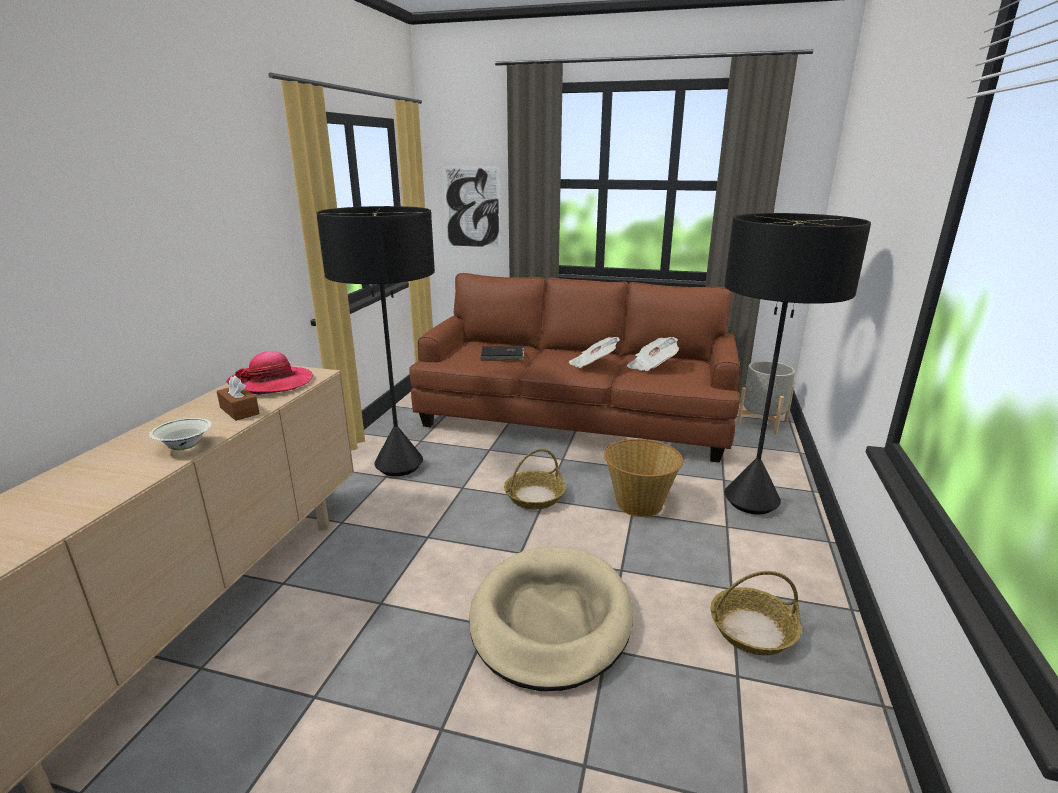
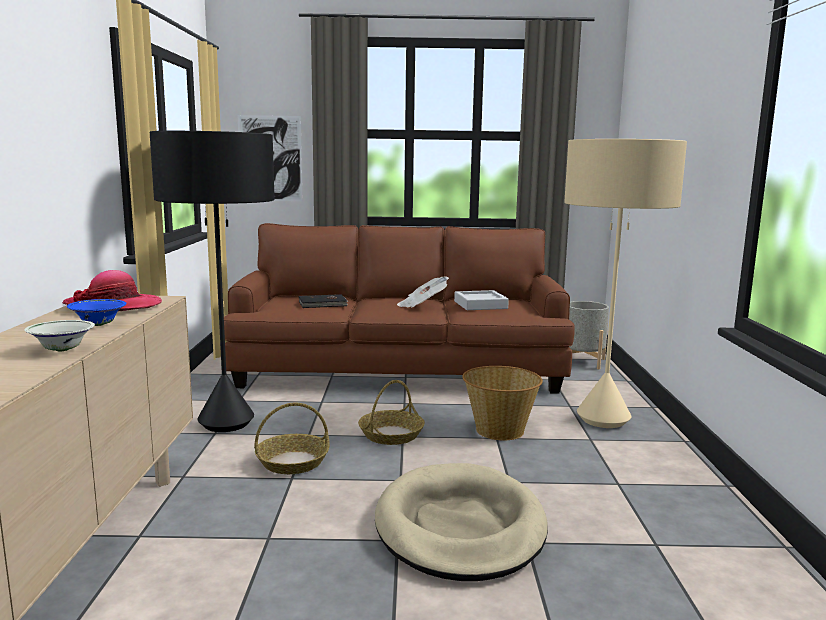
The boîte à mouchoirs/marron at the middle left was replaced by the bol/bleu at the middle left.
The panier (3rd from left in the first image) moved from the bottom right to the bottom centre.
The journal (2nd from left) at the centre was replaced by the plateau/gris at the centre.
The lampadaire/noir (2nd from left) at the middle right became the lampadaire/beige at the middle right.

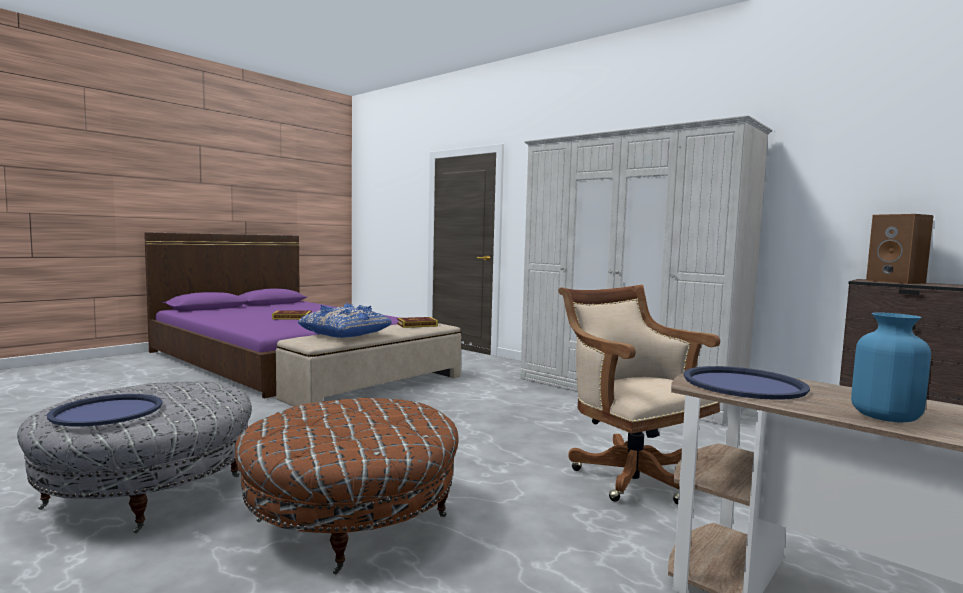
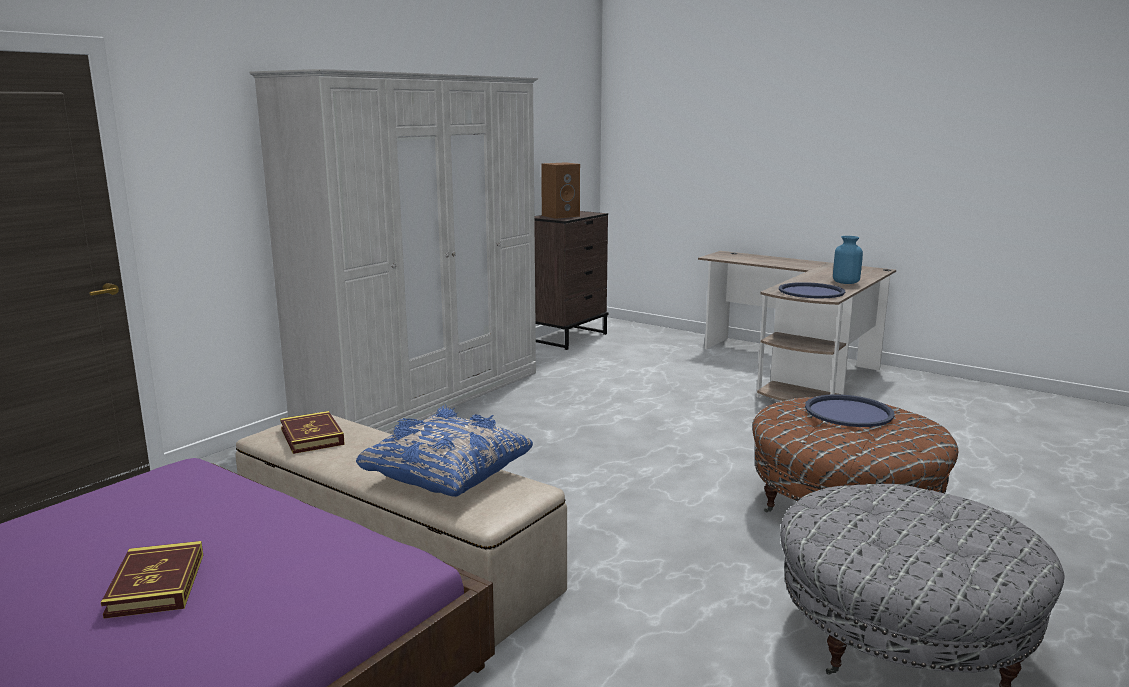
The plateau/bleu (1st from left in the first image) moved from the bottom left to the middle right.
The chaise de bureau at the centre disappeared.

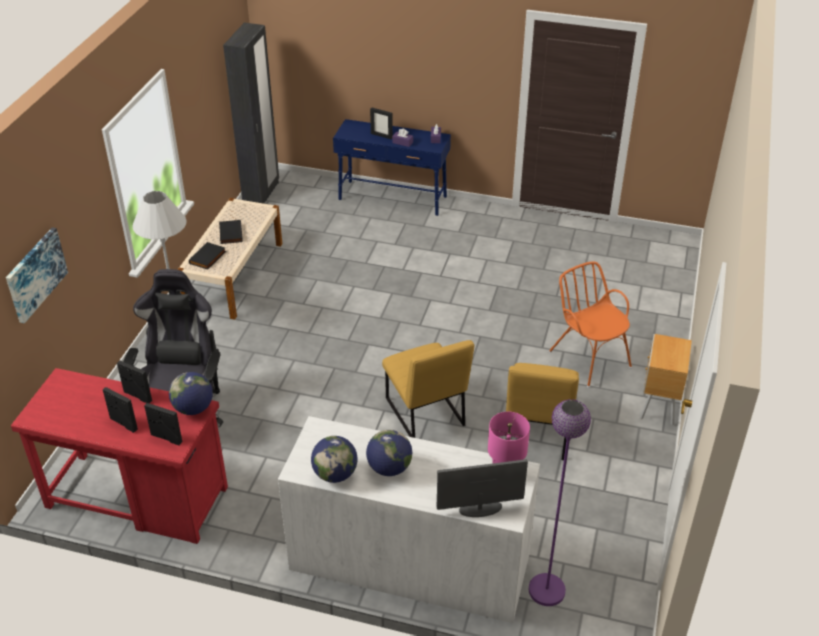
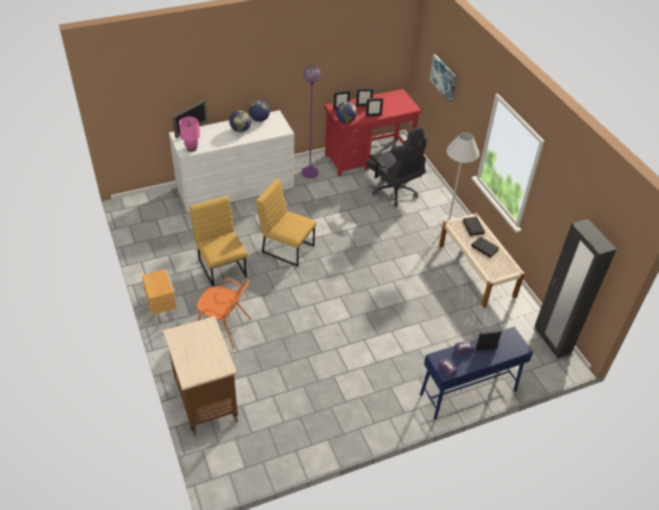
The chariot/marron at the bottom left appeared.
The lampadaire/violet moved from the bottom right to the top centre.

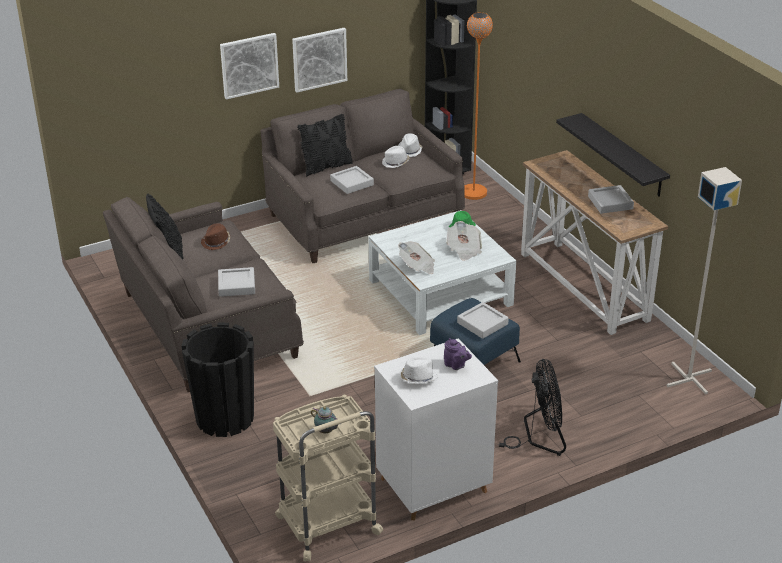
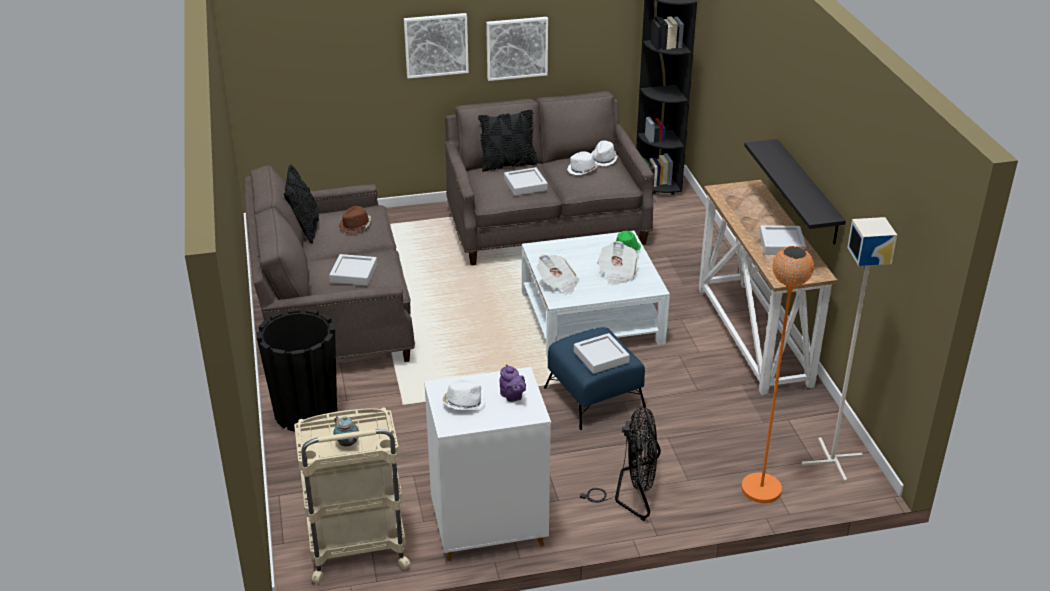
The lampadaire/orange moved from the top centre to the middle right.

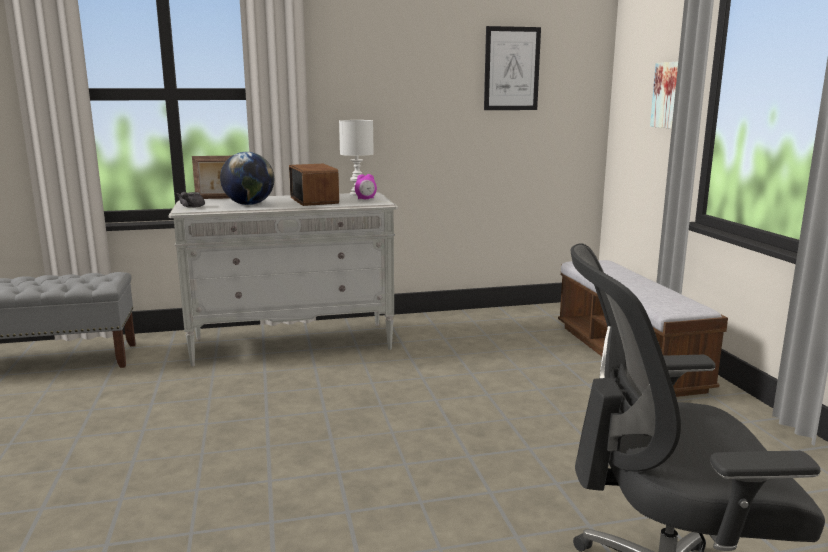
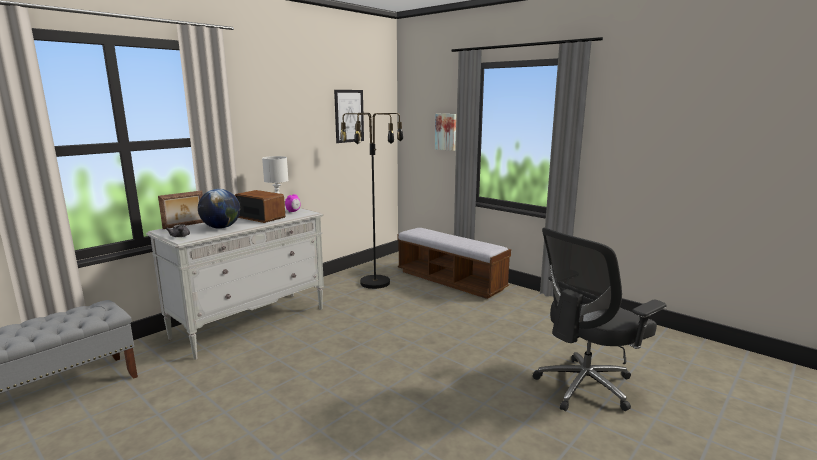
The lampadaire at the centre appeared.

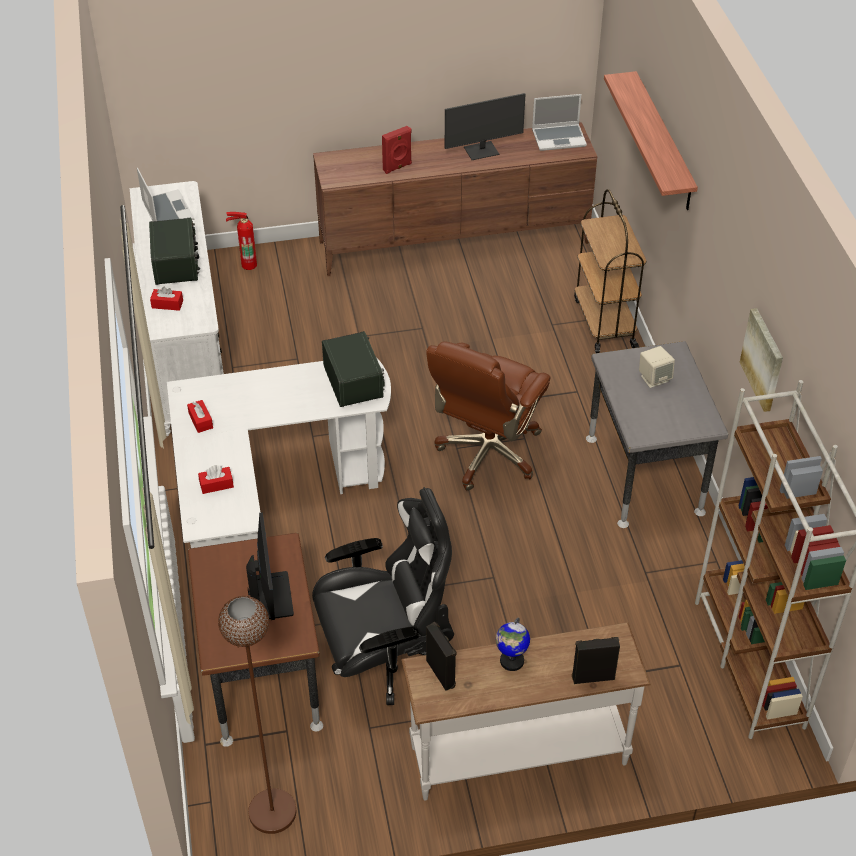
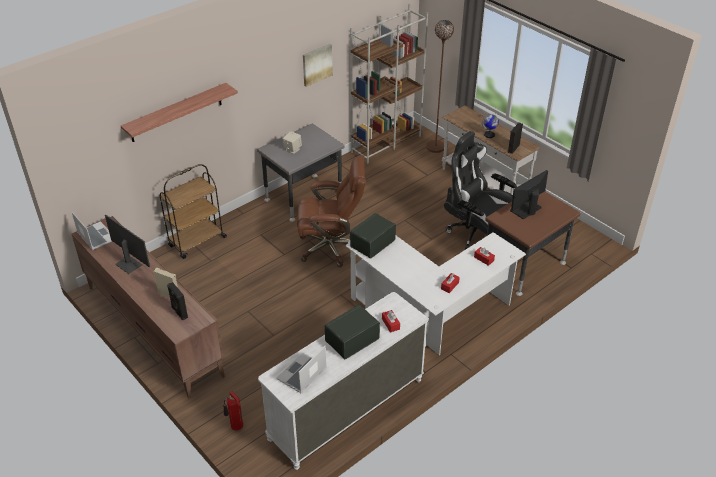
The enceinte/rouge at the top centre became the enceinte/beige (1st from left) at the middle left.
The enceinte/noir (2nd from left in the first image) moved from the bottom right to the middle left.
The lampadaire/marron moved from the bottom left to the top centre.

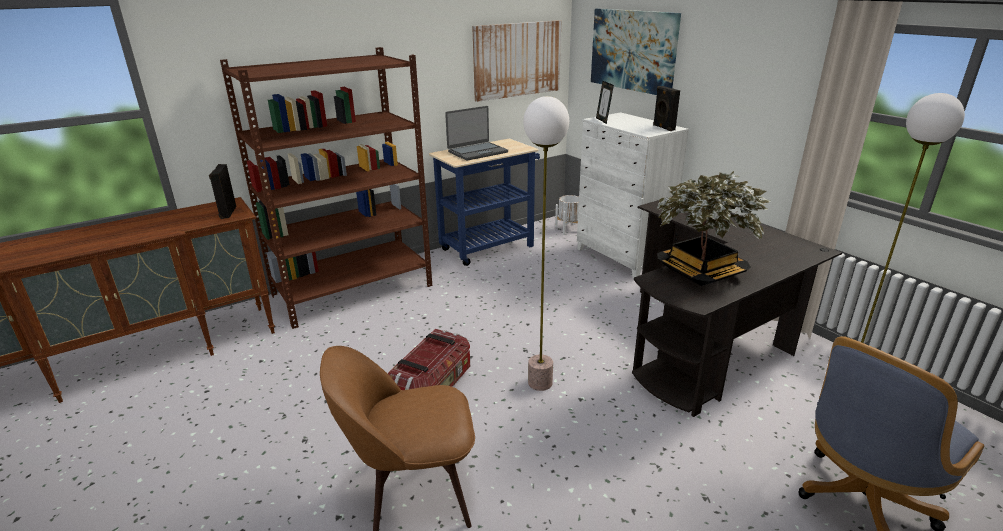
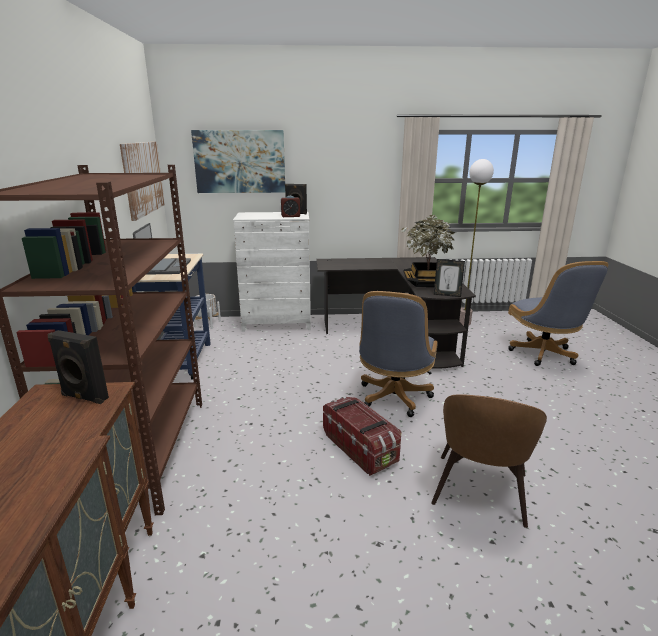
The réveil at the top centre appeared.
The lampadaire (1st from left) at the centre was replaced by the chaise de bureau/bleu (1st from left) at the centre.
The cadre photo moved from the top centre to the middle right.

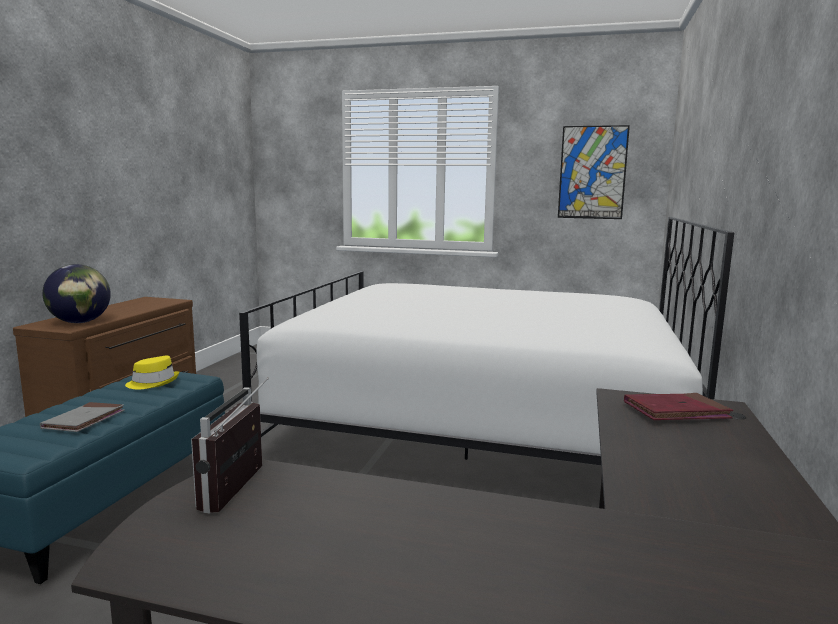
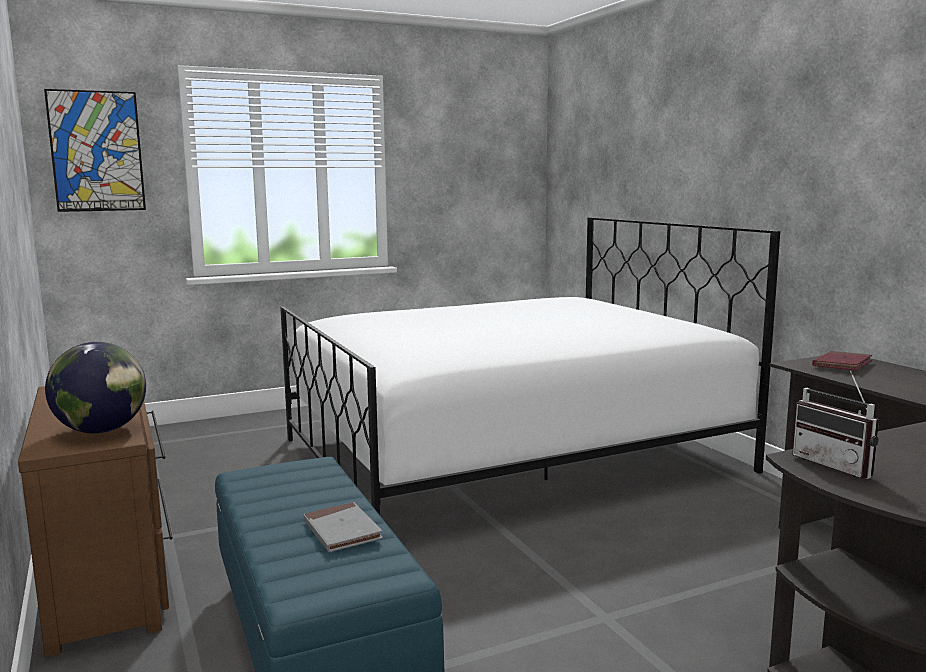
The tableau moved from the top right to the top left.
The chapeau/jaune at the middle left disappeared.

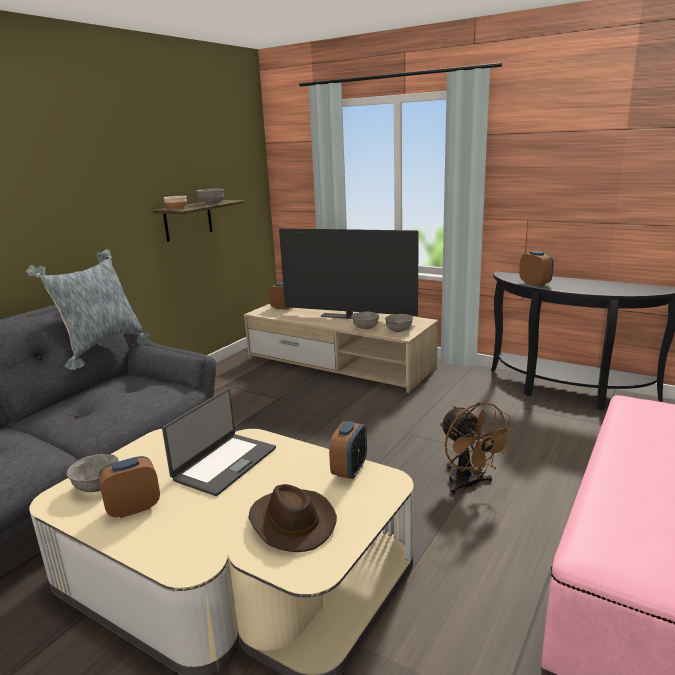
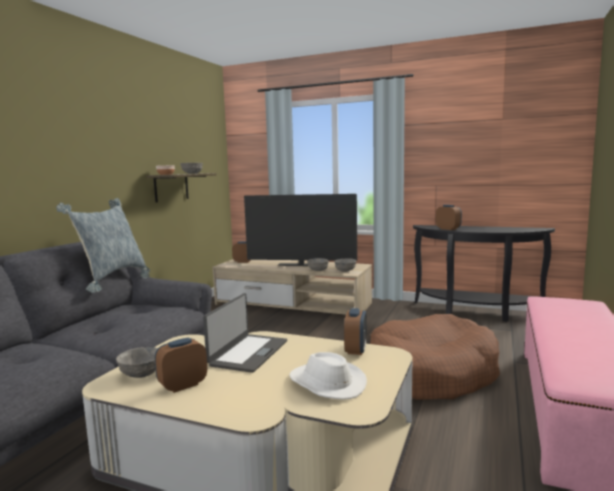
The chapeau/marron at the bottom centre became the chapeau/blanc at the bottom centre.
The ventilateur/marron at the middle right was replaced by the panier pour chien/marron at the bottom right.

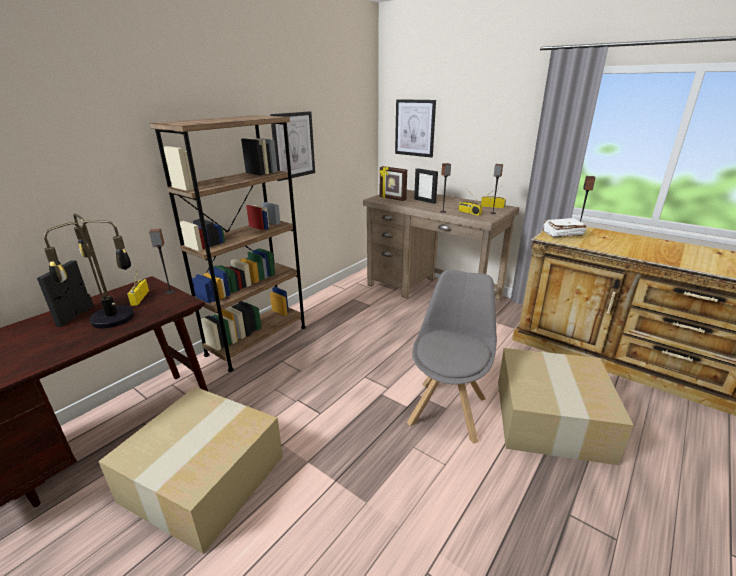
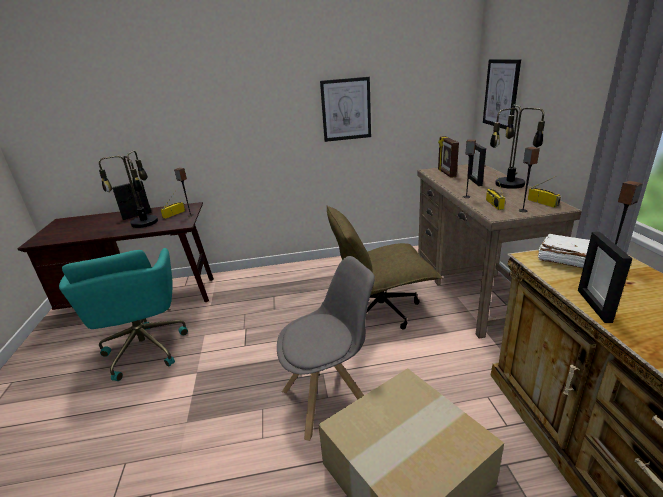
The carton (1st from left) at the bottom left was replaced by the chaise de bureau/turquoise at the middle left.
The chaise de bureau/beige at the centre appeared.
The lampe de table (2nd from left) at the top right appeared.
The cadre photo (4th from left) at the middle right appeared.
The bibliothèque/marron at the middle left disappeared.

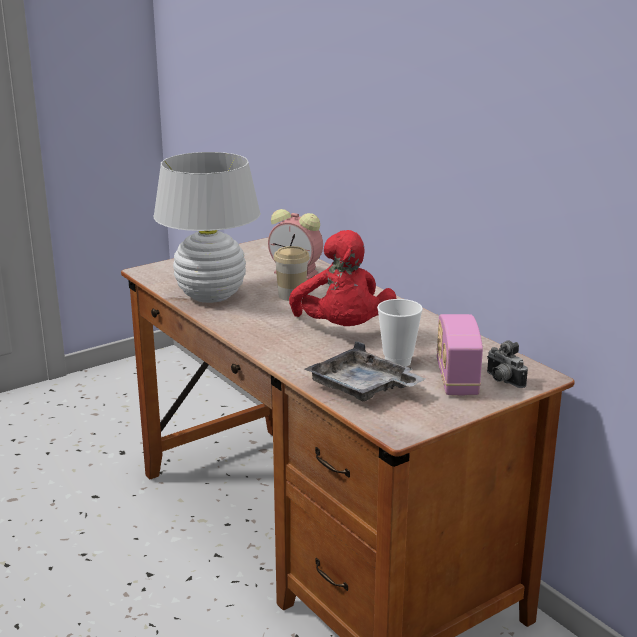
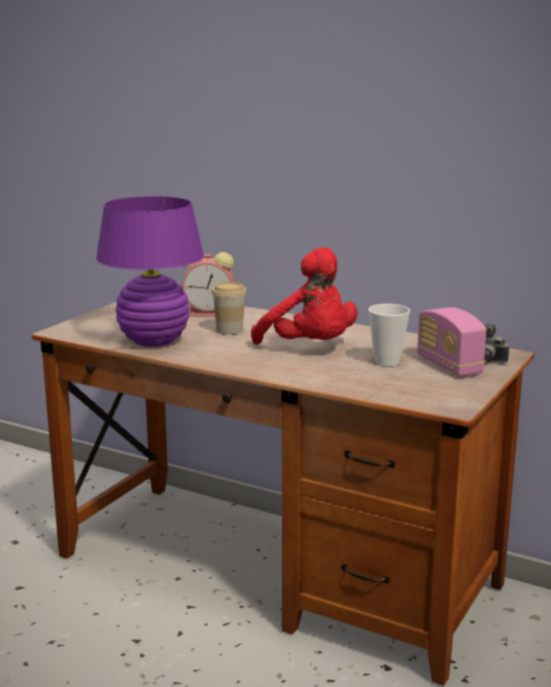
The lampe de table/blanc at the middle left became the lampe de table/violet at the middle left.
The plateau/gris at the centre disappeared.

